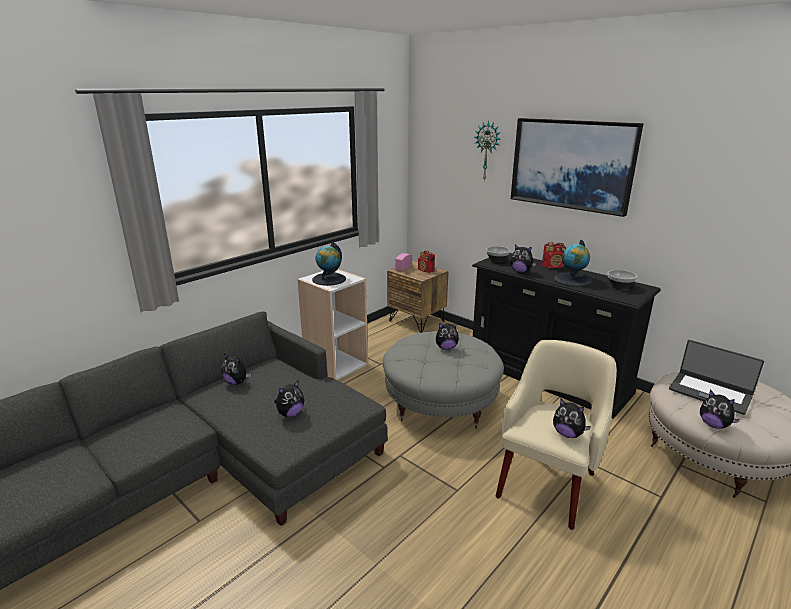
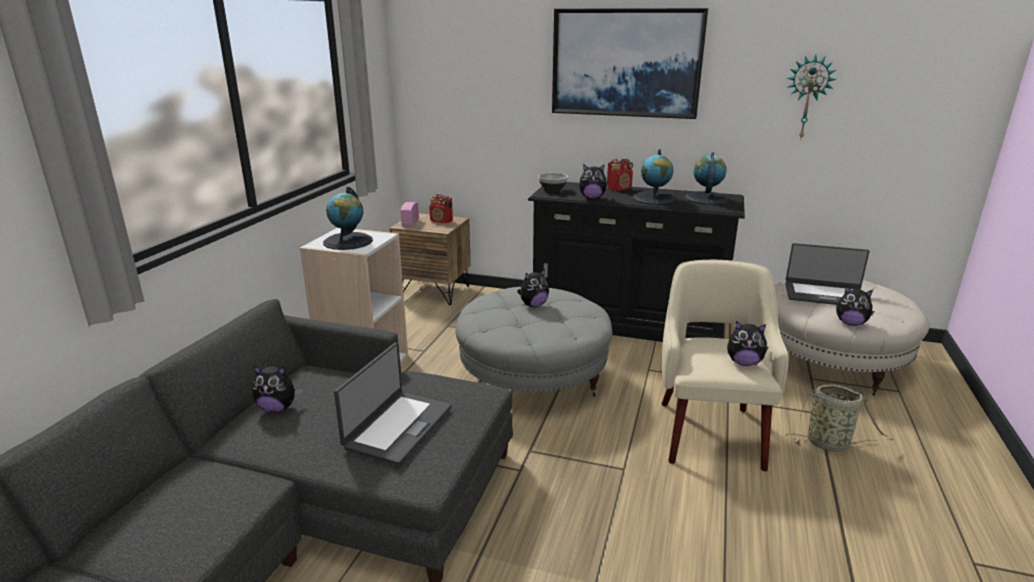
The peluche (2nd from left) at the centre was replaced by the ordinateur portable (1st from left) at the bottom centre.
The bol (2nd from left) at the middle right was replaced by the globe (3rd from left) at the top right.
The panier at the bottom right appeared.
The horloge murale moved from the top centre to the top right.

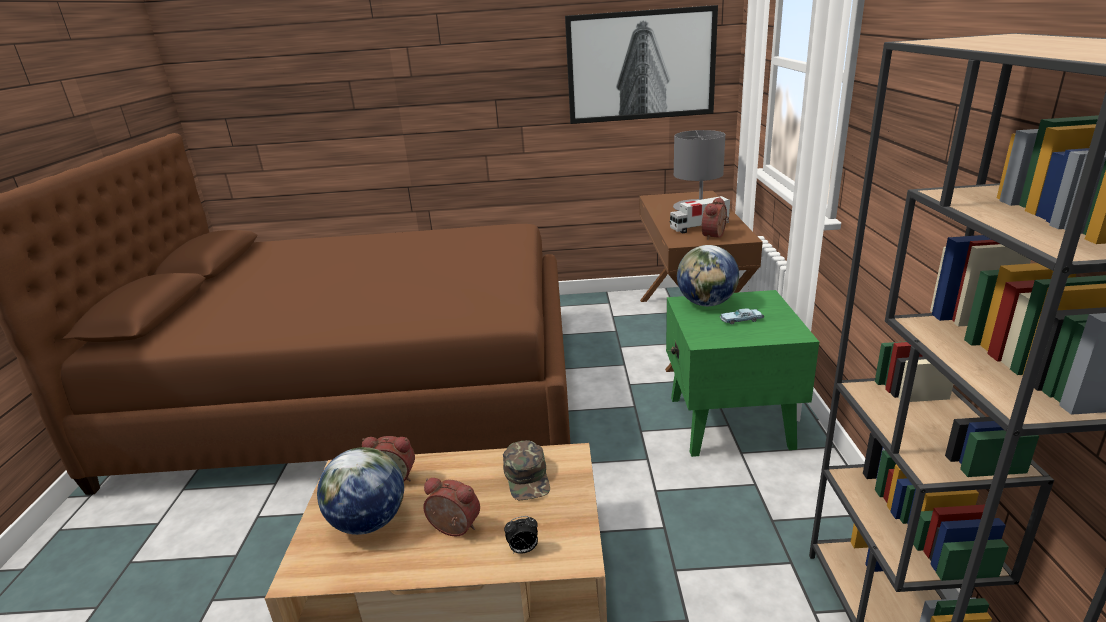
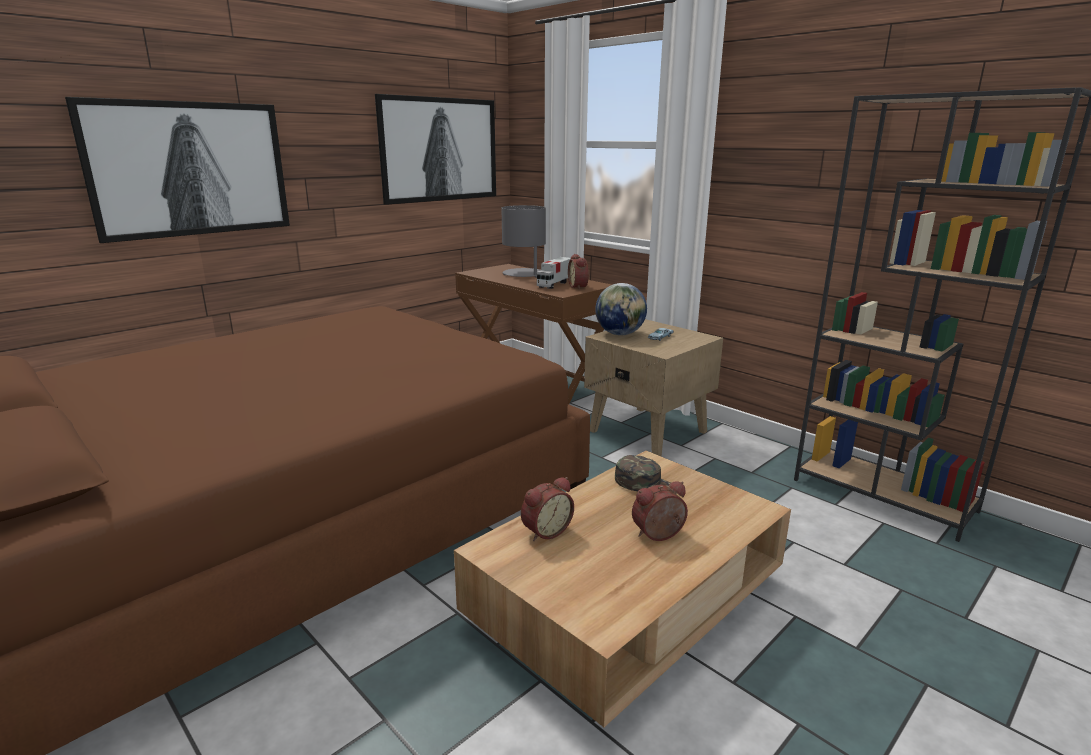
The tableau (1st from left) at the top left appeared.
The table de chevet/vert at the middle right became the table de chevet/beige at the centre.
The globe (1st from left) at the bottom left disappeared.
The réveil (3rd from left) at the bottom centre disappeared.

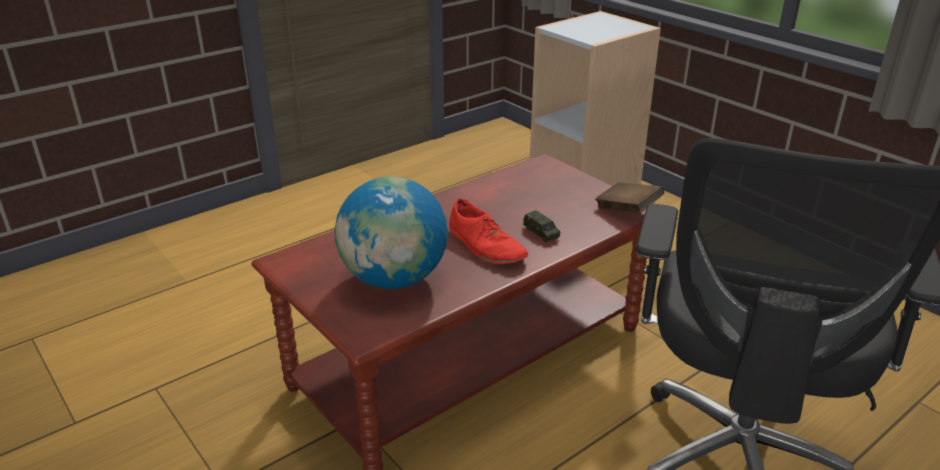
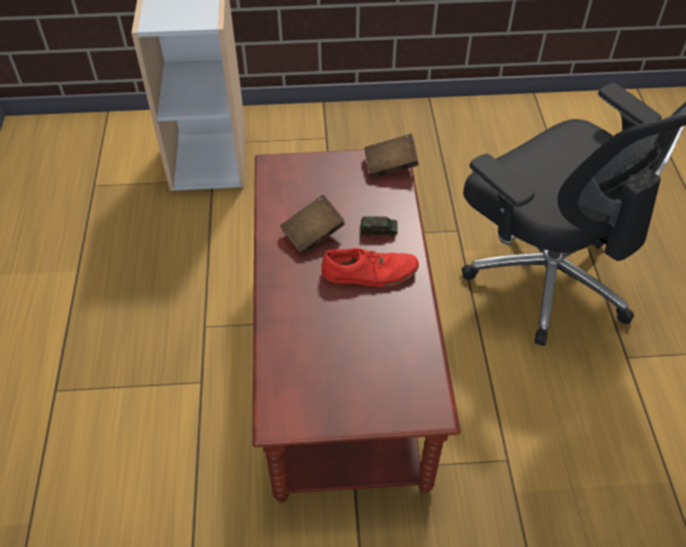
The livre/marron (1st from left) at the centre appeared.
The globe at the centre disappeared.

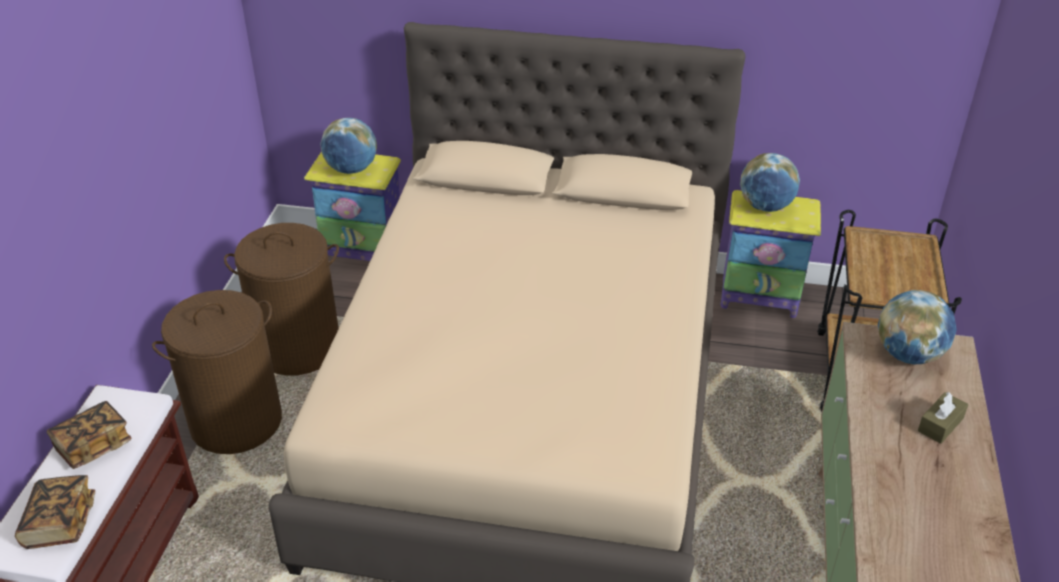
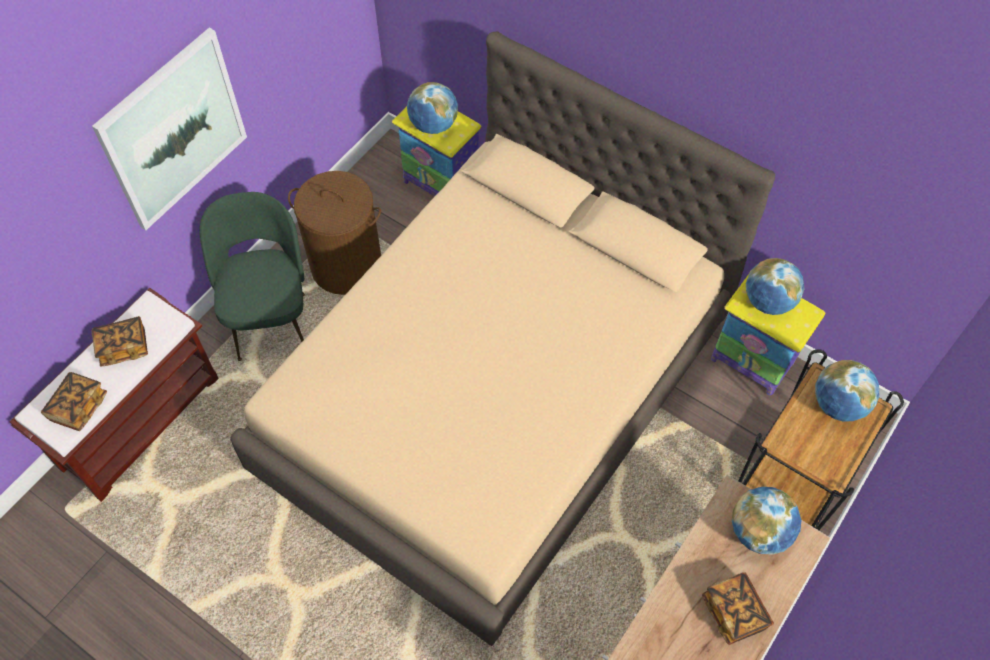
The tableau at the top left appeared.
The panier à linge/marron (1st from left) at the middle left was replaced by the chaise/vert at the middle left.
The boîte à mouchoirs/marron at the bottom right was replaced by the livre (3rd from left) at the bottom right.
The globe (4th from left) at the middle right appeared.

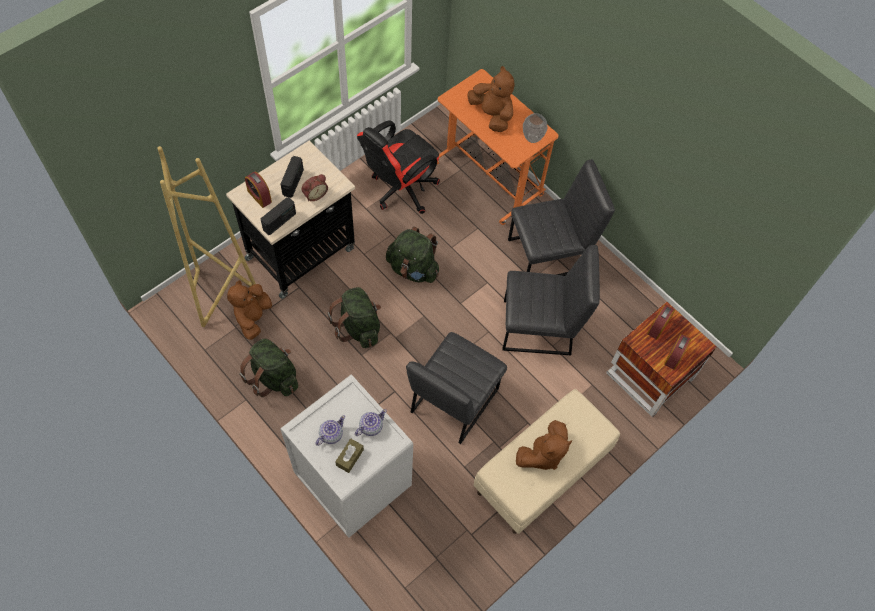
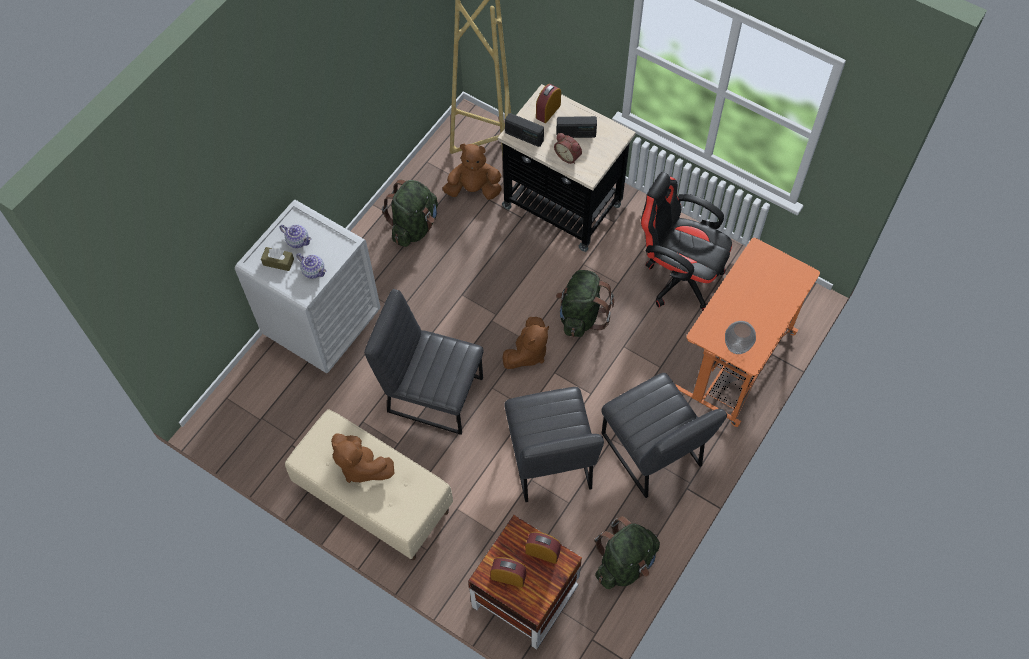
The peluche/marron (2nd from left in the first image) moved from the top centre to the centre.
The sac à dos/vert (2nd from left in the first image) moved from the centre to the bottom centre.

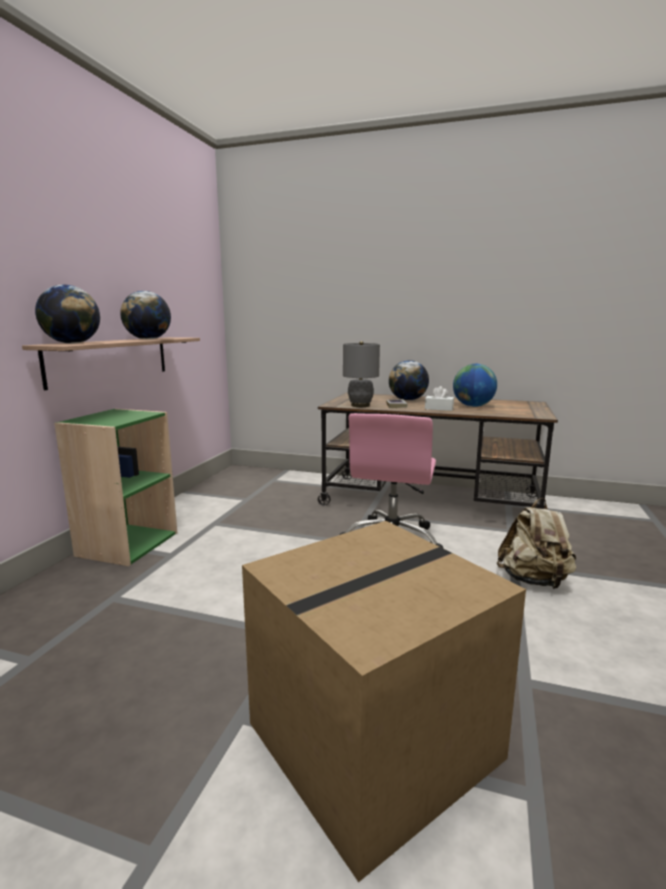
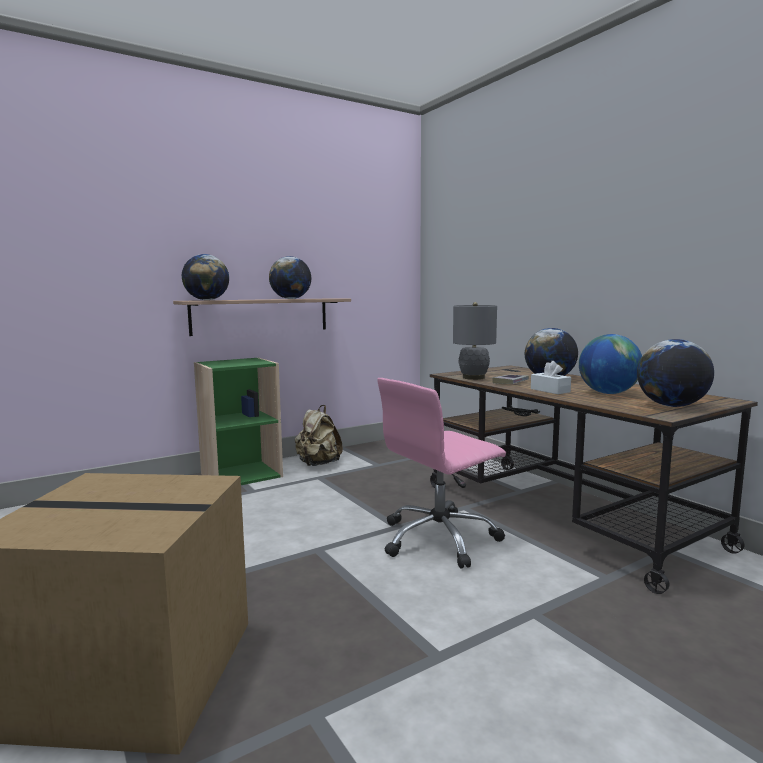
The sac à dos/beige moved from the middle right to the centre.
The globe (5th from left) at the middle right appeared.

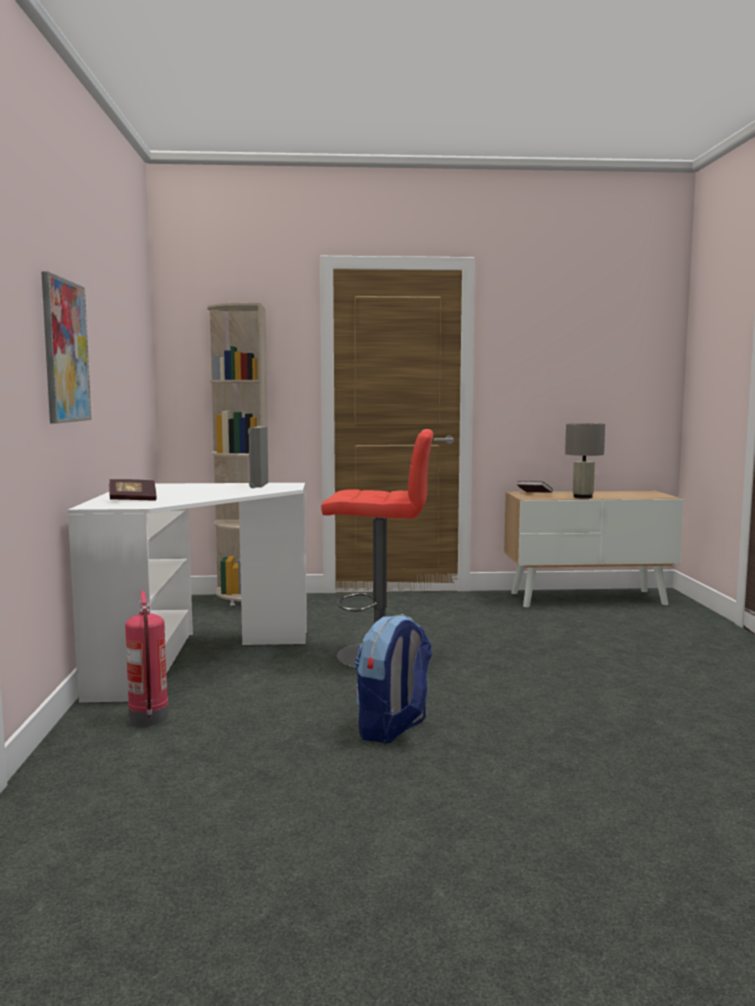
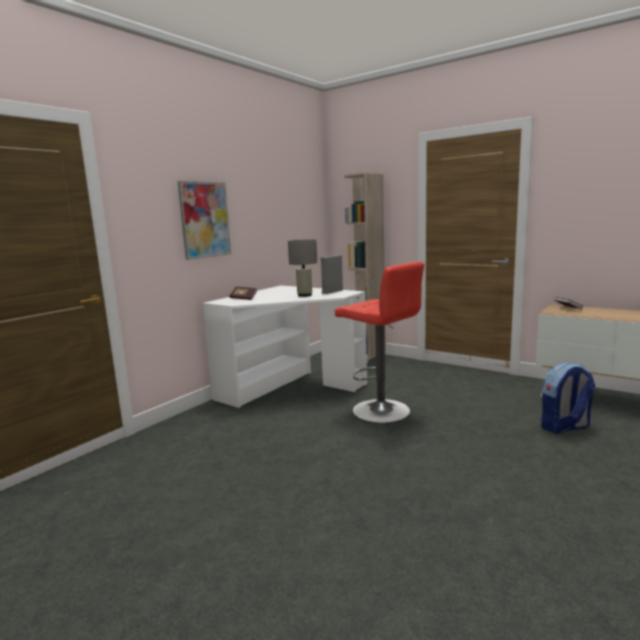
The lampe de table/gris moved from the middle right to the centre.
The sac à dos moved from the bottom centre to the middle right.
The extincteur at the middle left disappeared.

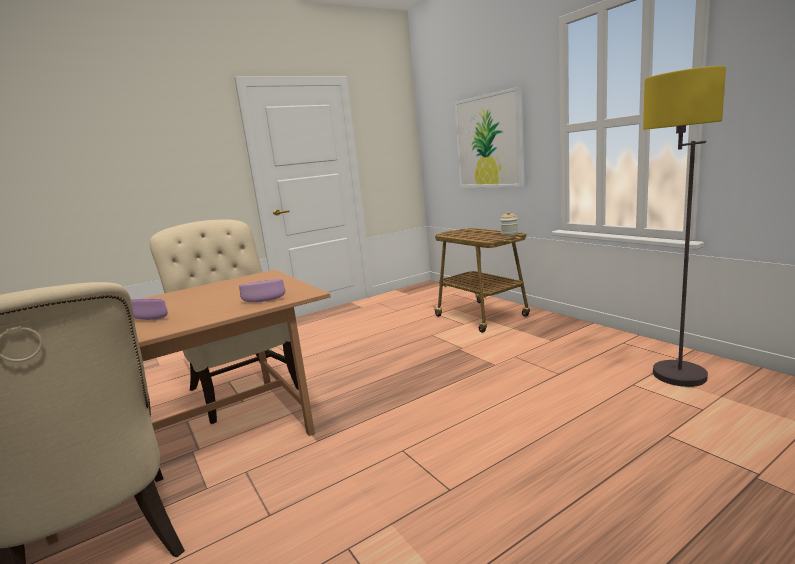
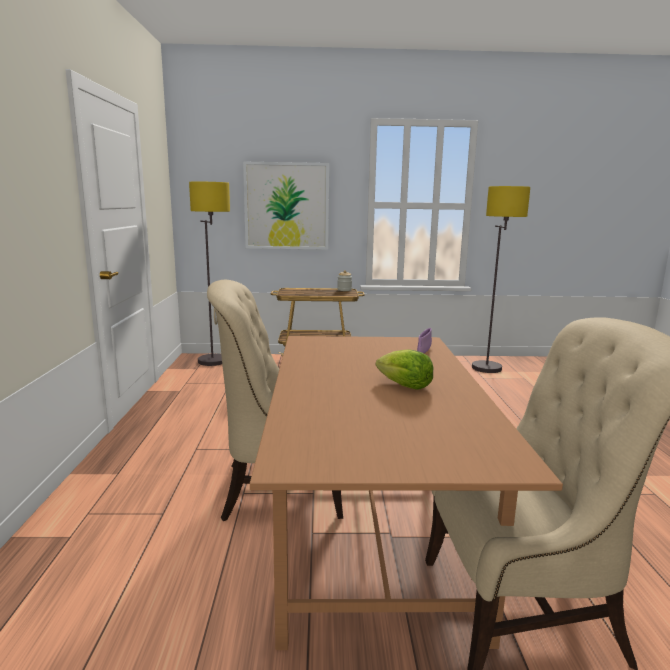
The lampadaire/jaune (1st from left) at the middle left appeared.
The bol/violet (1st from left) at the middle left was replaced by the laitue at the centre.

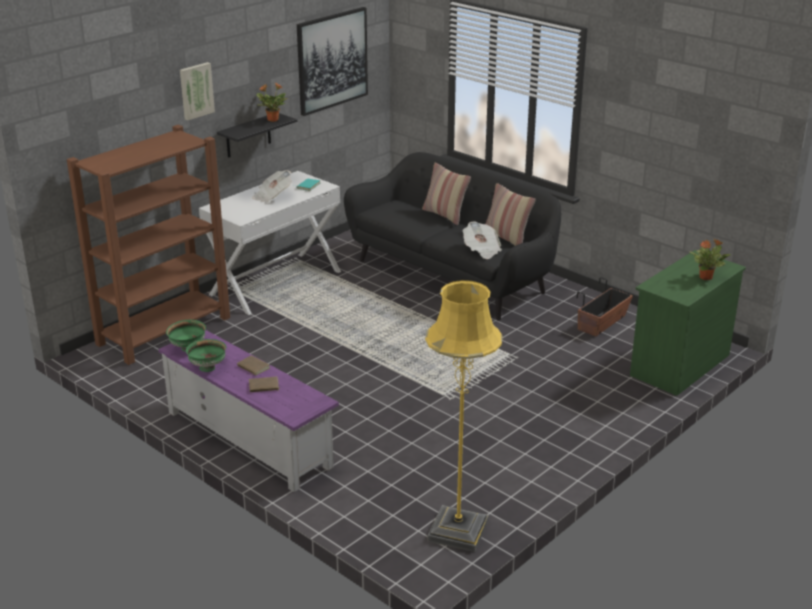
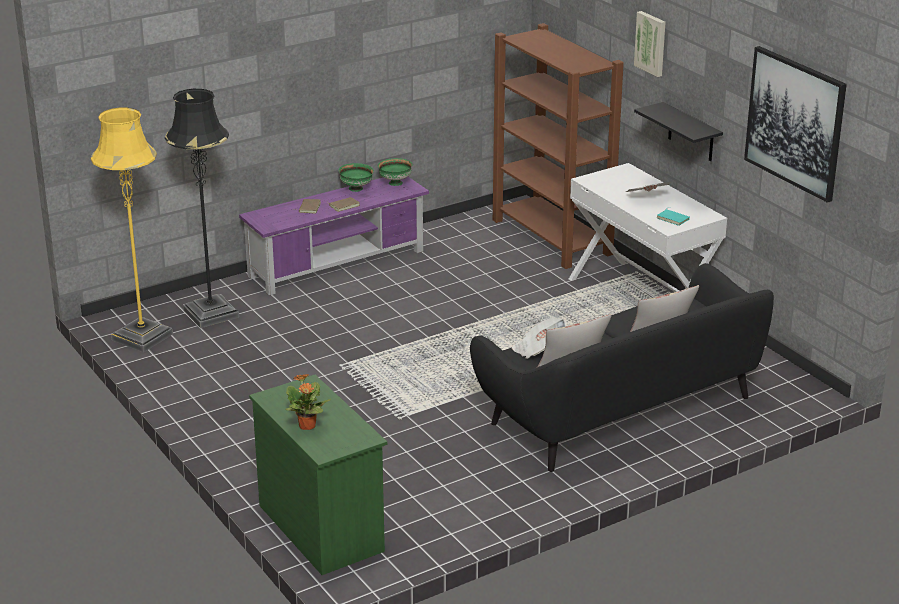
The lampadaire/noir at the middle left appeared.
The plante en pot (1st from left) at the top centre disappeared.
The cache-pot at the middle right disappeared.

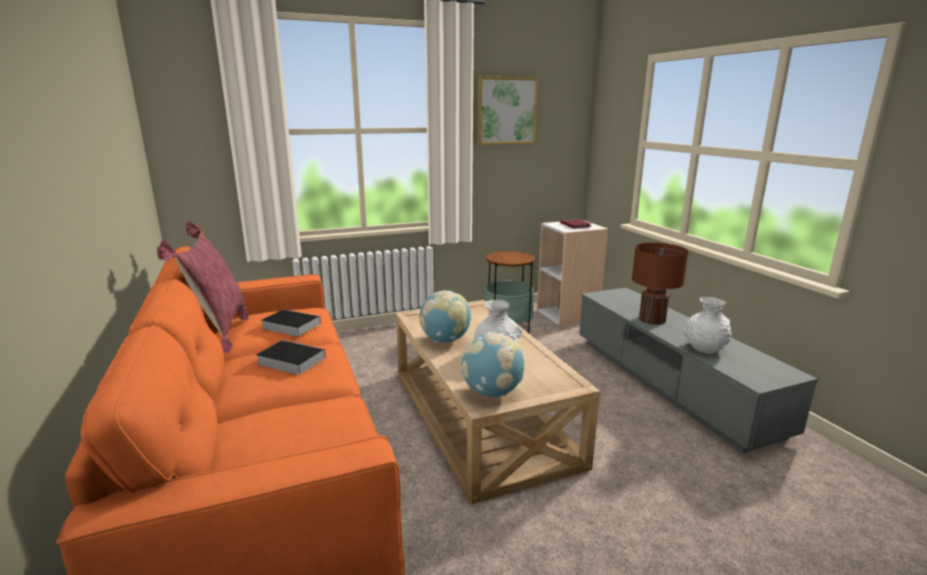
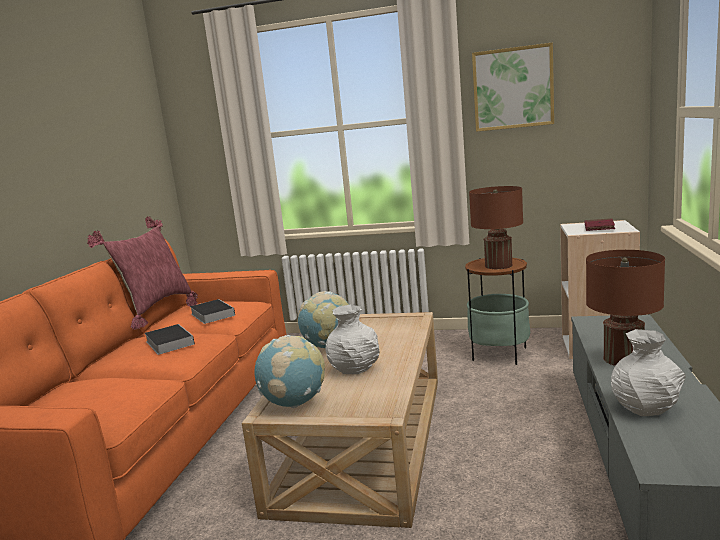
The lampe de table/marron (1st from left) at the middle right appeared.

